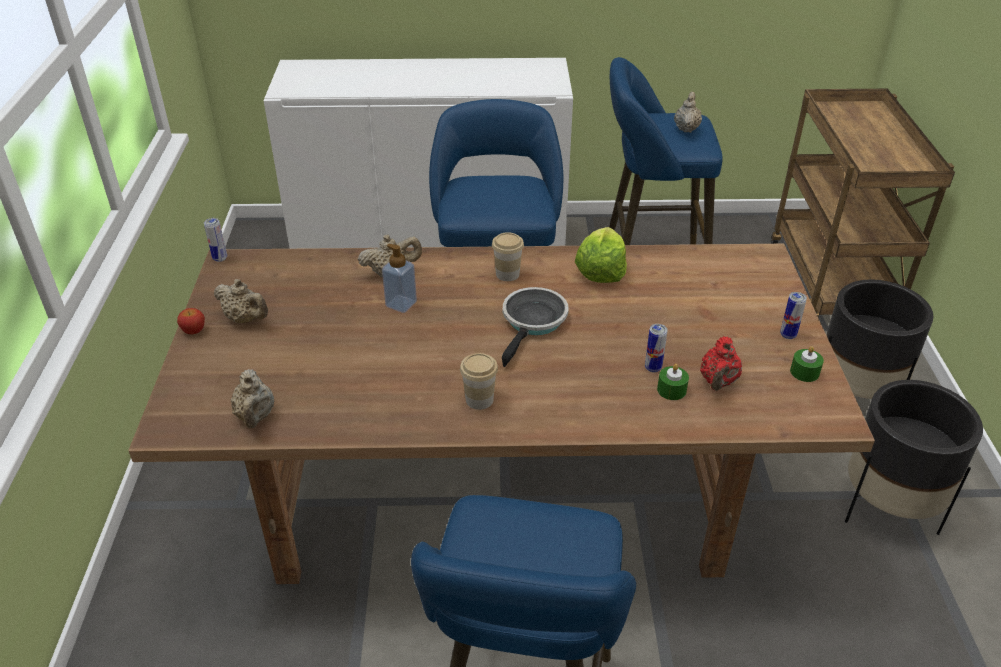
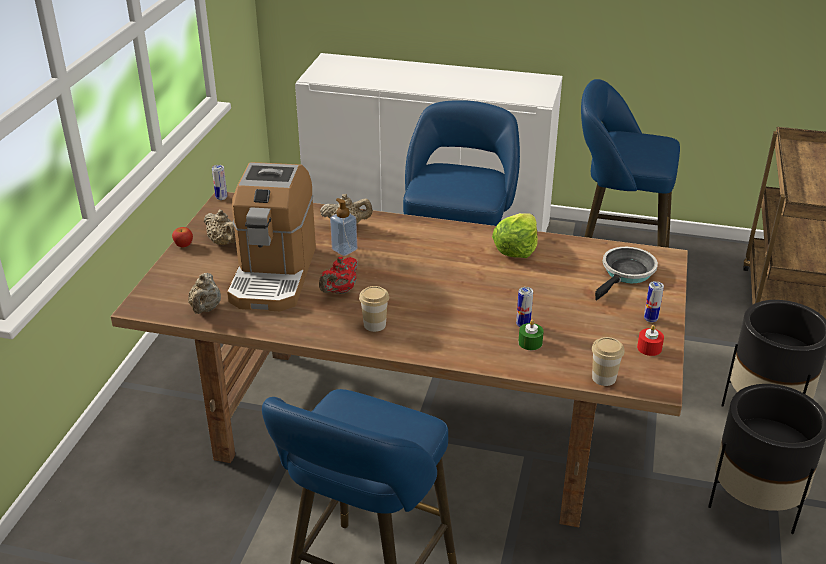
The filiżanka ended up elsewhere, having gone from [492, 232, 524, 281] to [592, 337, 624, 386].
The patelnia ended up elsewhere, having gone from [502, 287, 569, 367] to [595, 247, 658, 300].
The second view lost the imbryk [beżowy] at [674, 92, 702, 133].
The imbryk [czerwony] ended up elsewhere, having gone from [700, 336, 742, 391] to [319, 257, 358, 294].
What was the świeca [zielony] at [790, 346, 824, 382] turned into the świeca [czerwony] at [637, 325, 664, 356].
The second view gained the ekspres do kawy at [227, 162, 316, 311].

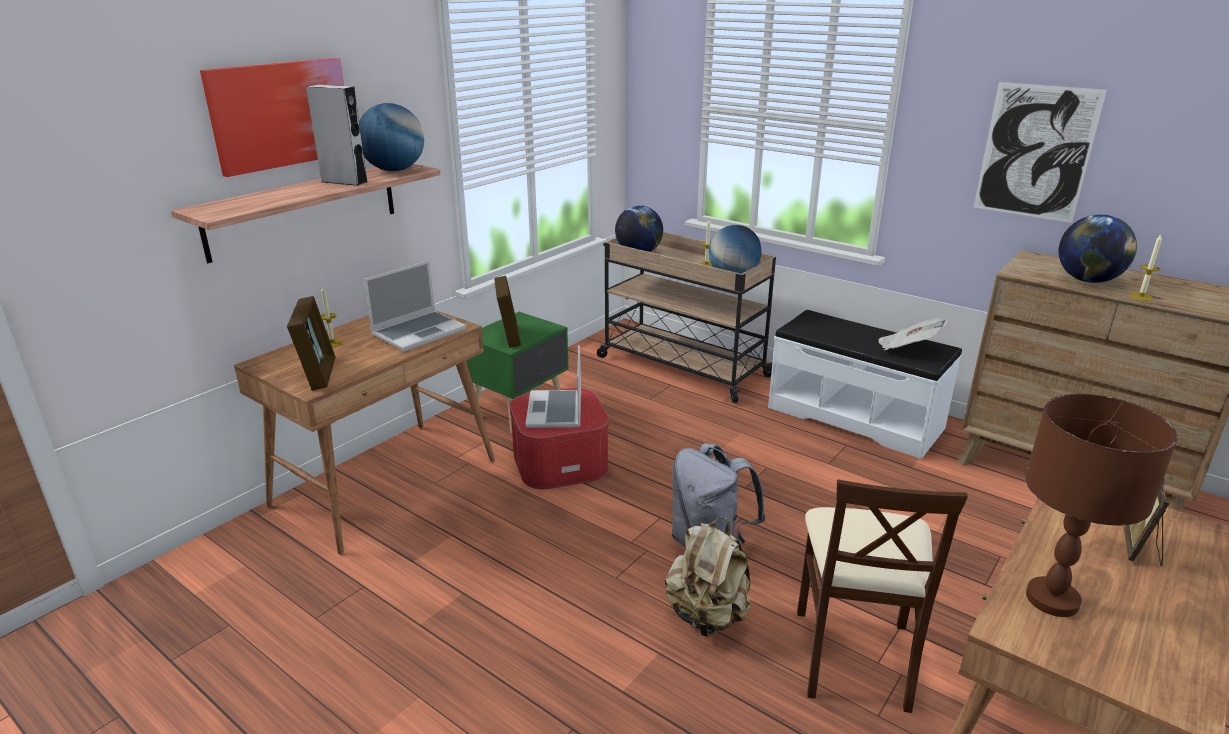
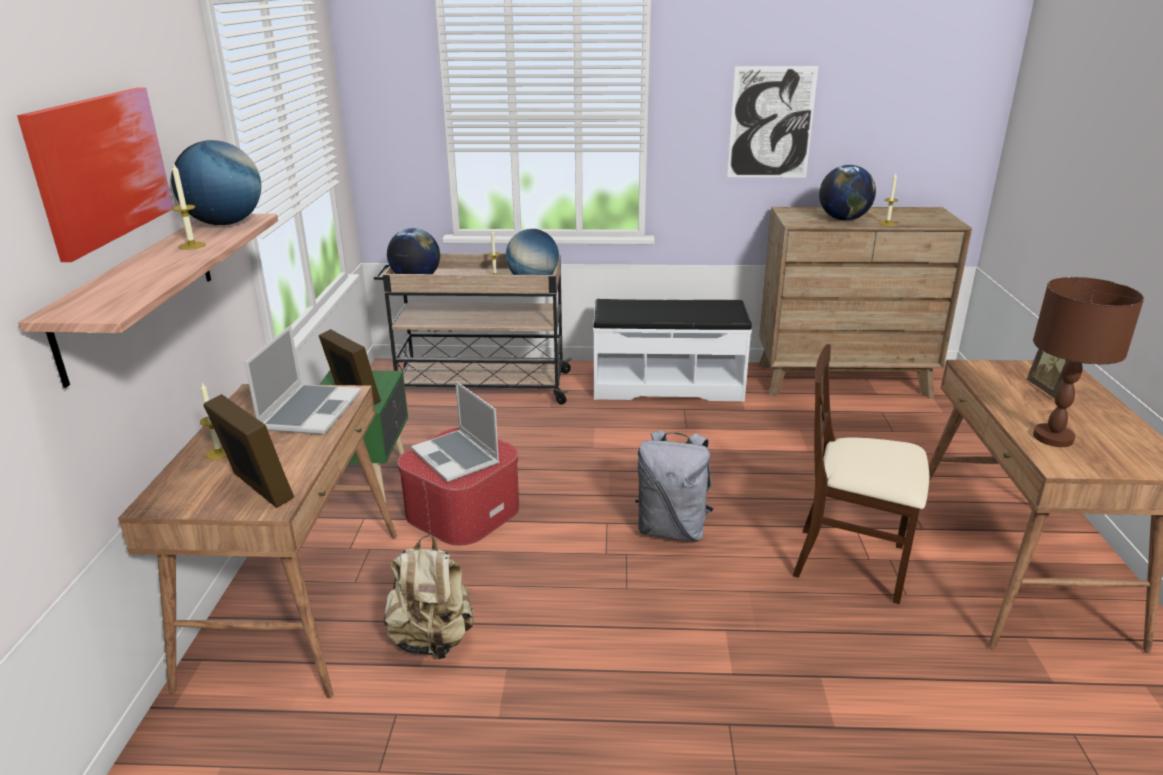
Where the głośnik [szary] stood at [306, 85, 367, 186], the świeca came to stand at [172, 162, 206, 250].
The plecak [beżowy] ended up elsewhere, having gone from [665, 518, 751, 637] to [383, 535, 474, 661].
The krzesło [beżowy] at [797, 479, 968, 713] ended up facing another way, 135 degrees clockwise from before.
The second view lost the gazeta at [879, 318, 948, 350].

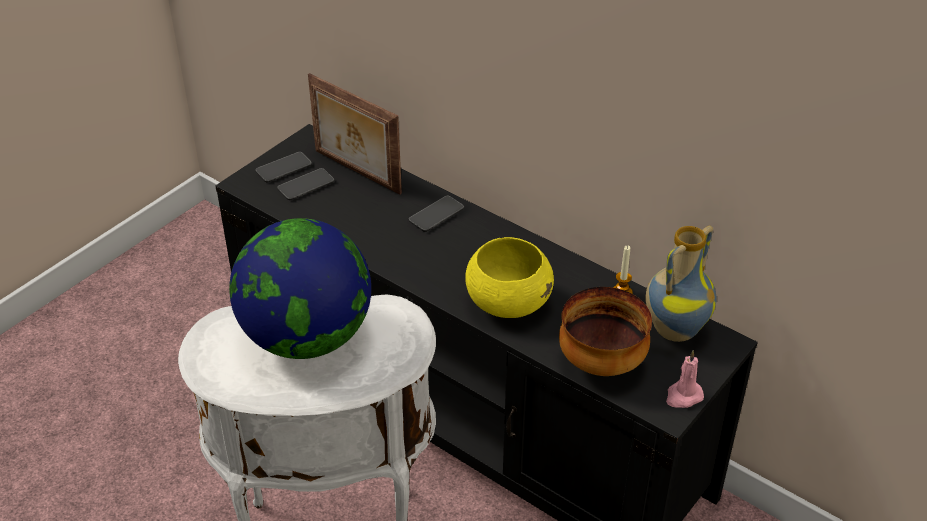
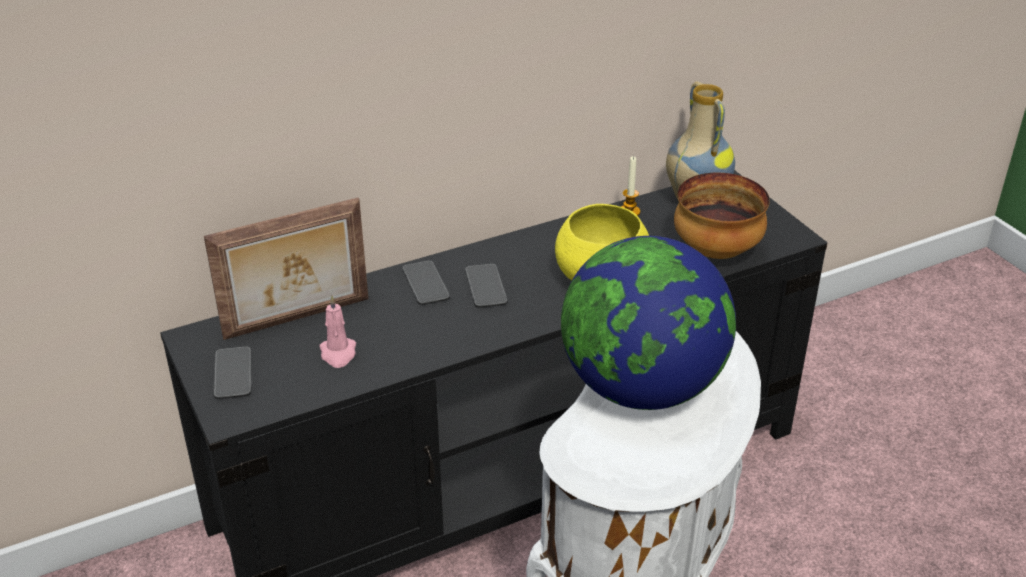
The telefon ended up elsewhere, having gone from [277, 168, 334, 200] to [465, 264, 508, 308].
The świeca [różowy] ended up elsewhere, having gone from [666, 350, 704, 408] to [319, 295, 356, 368].

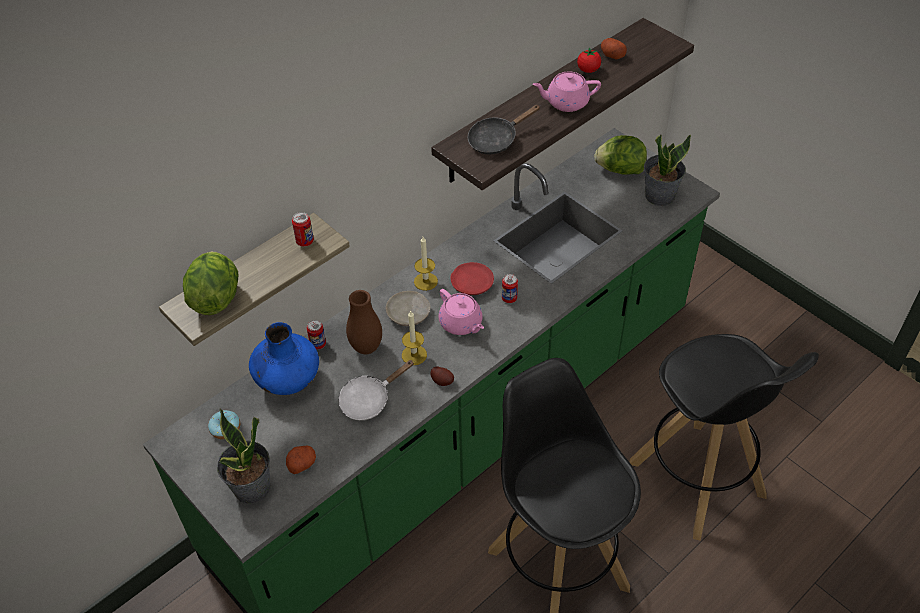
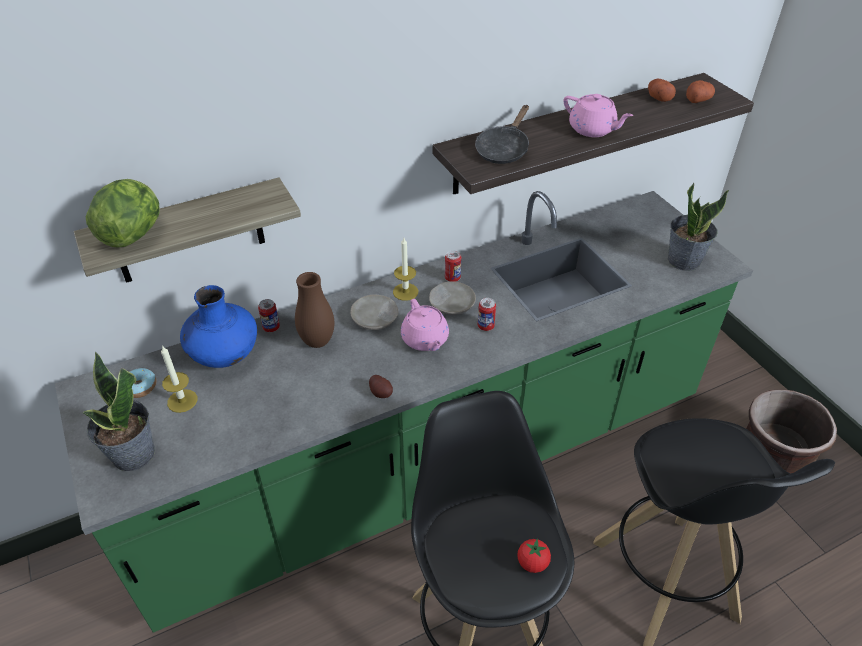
The ziemniak ended up elsewhere, having gone from [286, 446, 316, 474] to [686, 80, 715, 103].
The puszka ended up elsewhere, having gone from [292, 212, 314, 247] to [445, 250, 461, 282].
The second view lost the patelnia [biały] at [338, 360, 414, 420].
The świeca ended up elsewhere, having gone from [402, 310, 427, 365] to [161, 345, 198, 413].
What was the talerz [czerwony] at [451, 262, 494, 295] turned into the talerz [beżowy] at [429, 282, 476, 315].
The patelnia [czarny] at [467, 105, 540, 155] ended up facing another way, 45 degrees counterclockwise from before.
The imbryk [różowy] at [533, 72, 601, 112] ended up facing another way, 150 degrees counterclockwise from before.
The pomidor ended up elsewhere, having gone from [577, 47, 601, 73] to [517, 539, 551, 573].
The second view lost the sałata at [594, 135, 647, 175].
The second view gained the donica [brązowy] at [746, 389, 837, 473].

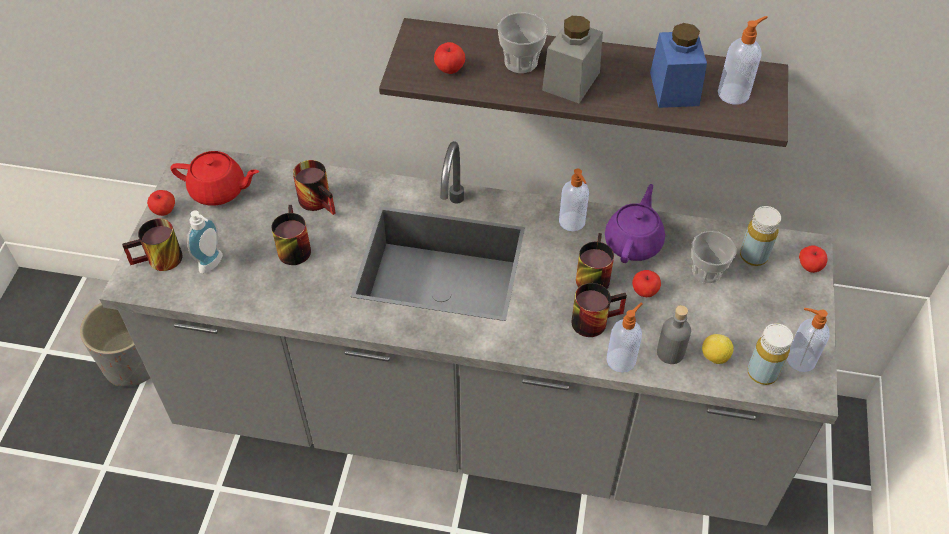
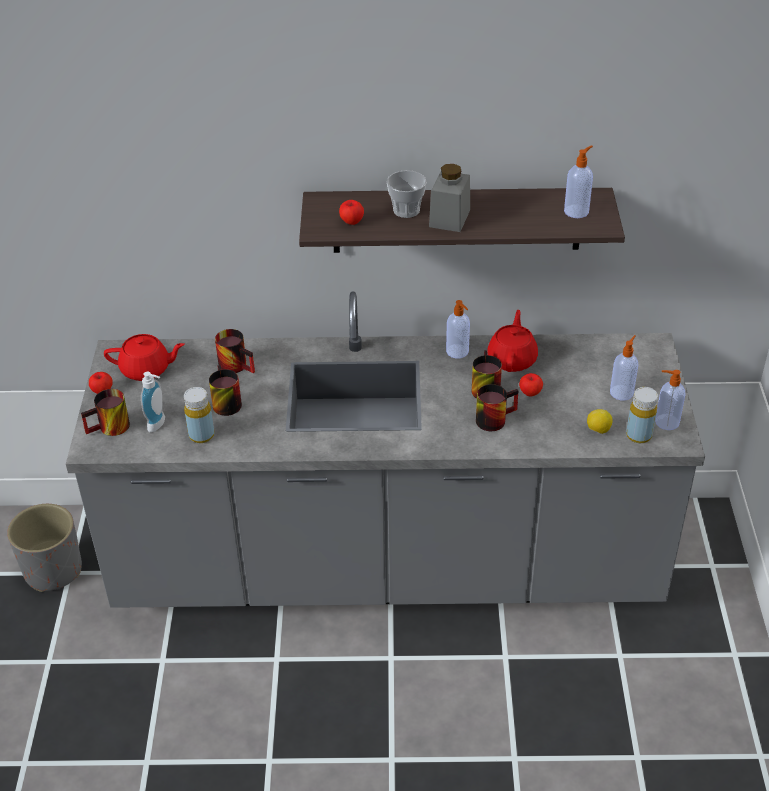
What was the imbryk [fioletowy] at [605, 184, 665, 263] turned into the imbryk [czerwony] at [488, 310, 538, 372].
The dozownik mydła ended up elsewhere, having gone from [607, 302, 643, 372] to [610, 335, 638, 401].
The second view lost the słoik [niebieski] at [650, 23, 707, 108].
The second view lost the butelka [szary] at [657, 305, 691, 364].
The second view lost the filiżanka at [691, 231, 736, 283].
The butelka [żółty] ended up elsewhere, having gone from [740, 206, 781, 266] to [184, 387, 214, 443].
The second view lost the jabłko at [799, 245, 828, 273].

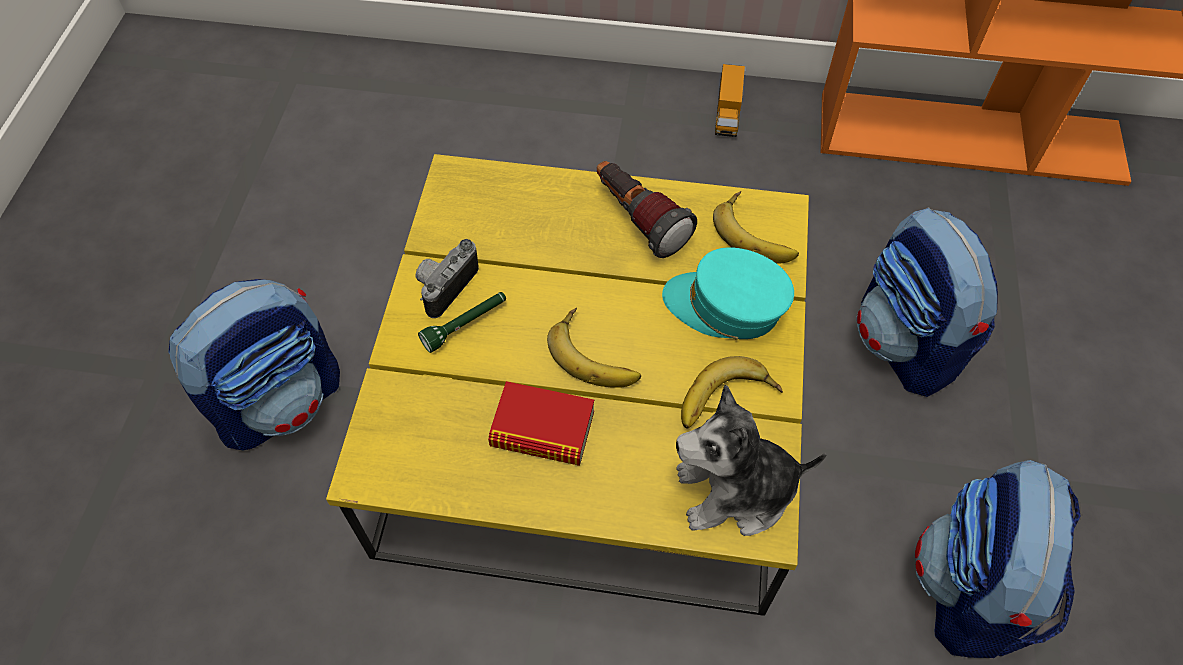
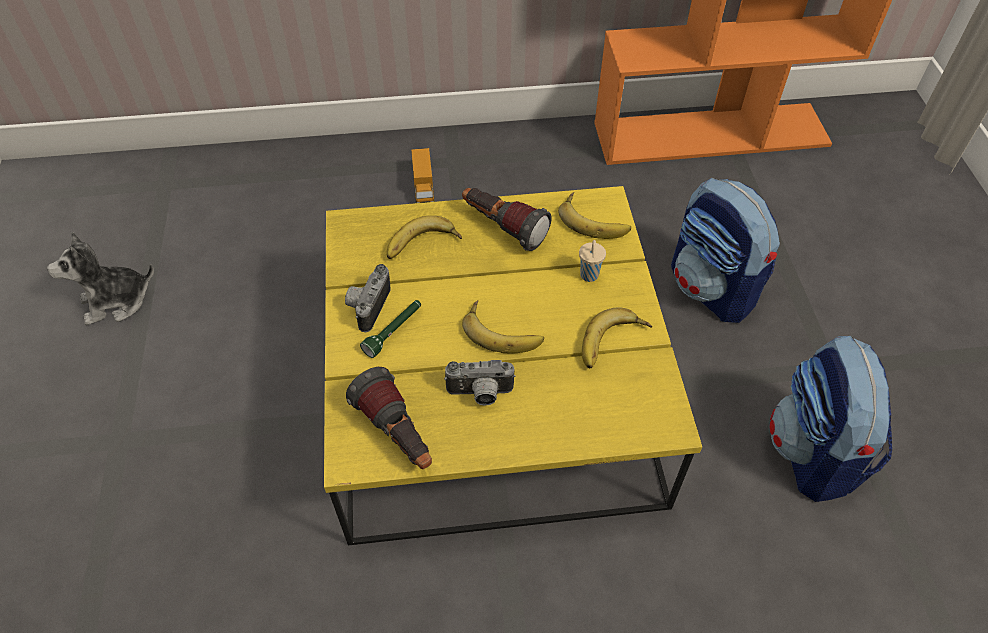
The second view lost the plecak at [168, 279, 340, 450].
Where the książka stood at [488, 381, 594, 466], the aparat fotograficzny came to stand at [444, 360, 516, 406].
Where the czapka z daszkiem [turkusowy] stood at [662, 247, 794, 340], the filiżanka [beżowy] came to stand at [579, 240, 606, 282].
The pluszak ended up elsewhere, having gone from [676, 385, 827, 536] to [47, 232, 154, 325].
The ciężarówka zabawkowa ended up elsewhere, having gone from [715, 64, 745, 137] to [411, 148, 434, 203].
The second view gained the latarka at [346, 367, 432, 469].
The second view gained the banan at [387, 216, 462, 259].

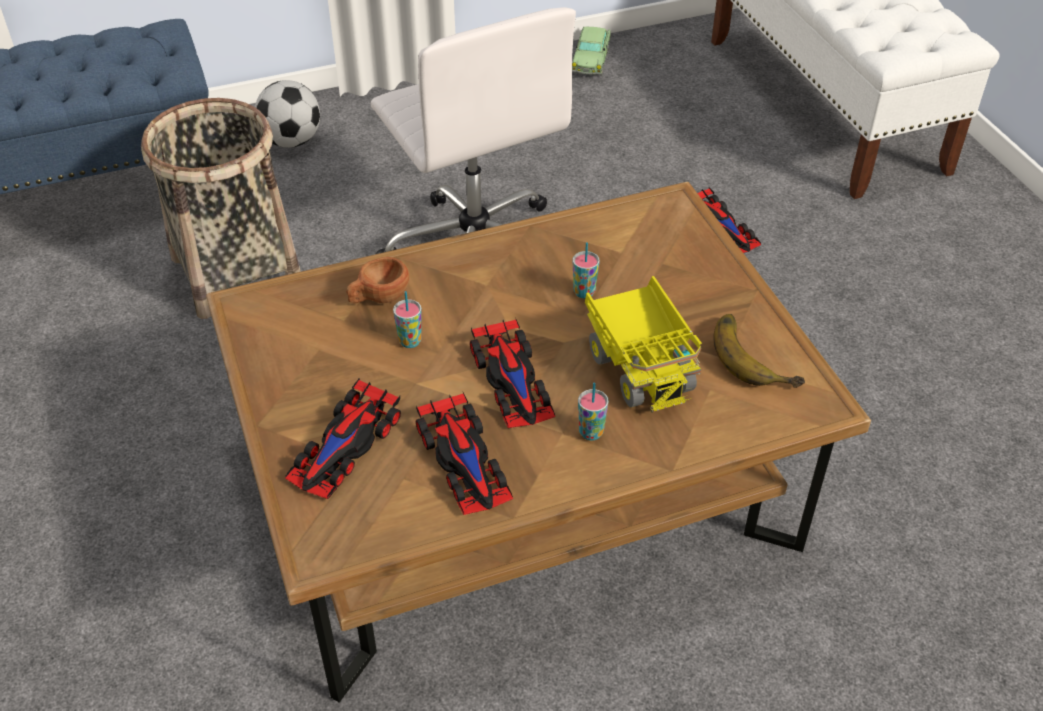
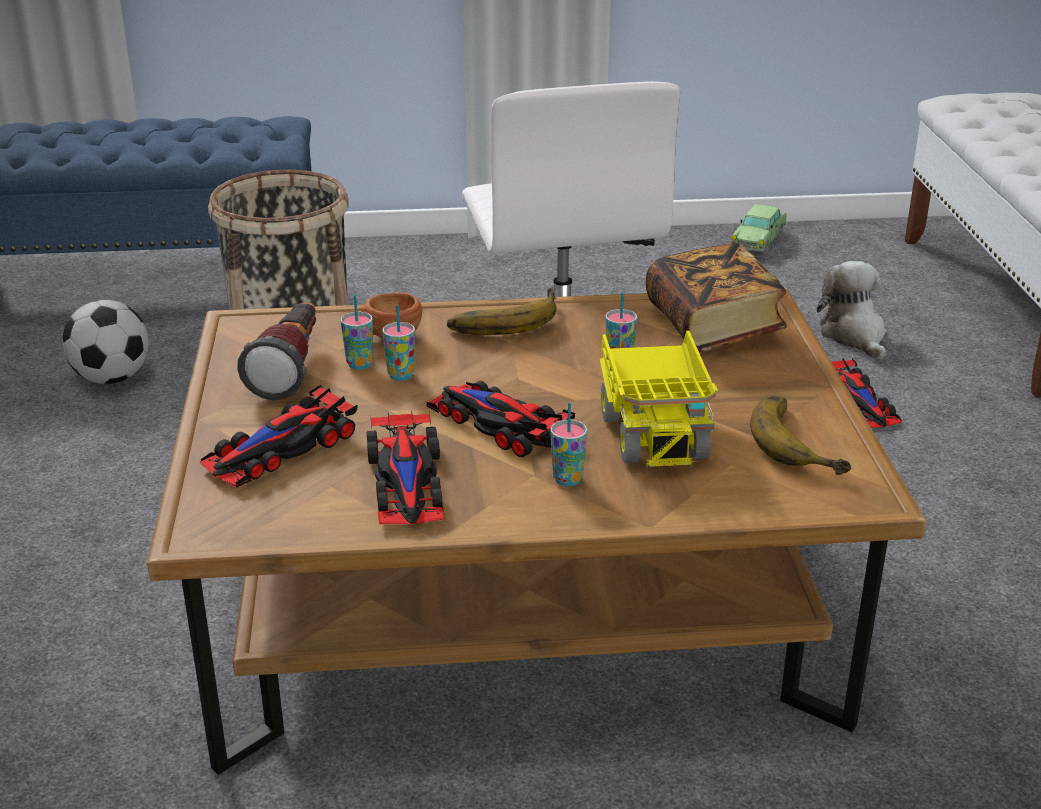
The piłka futbolowa ended up elsewhere, having gone from [255, 80, 320, 148] to [62, 300, 148, 384].
The samochodzik at [470, 320, 556, 428] ended up facing another way, 135 degrees clockwise from before.
The second view gained the latarka at [237, 303, 316, 400].
The second view gained the filiżanka at [340, 295, 373, 370].
The second view gained the banan at [447, 287, 557, 335].
The second view gained the książka at [646, 243, 787, 352].
The second view gained the pluszak at [817, 261, 886, 360].

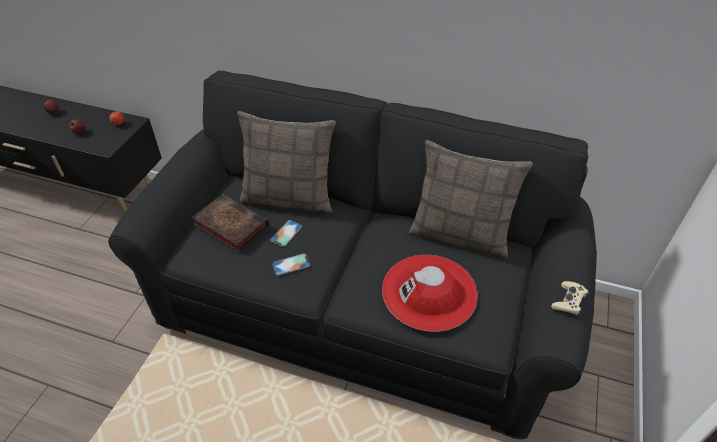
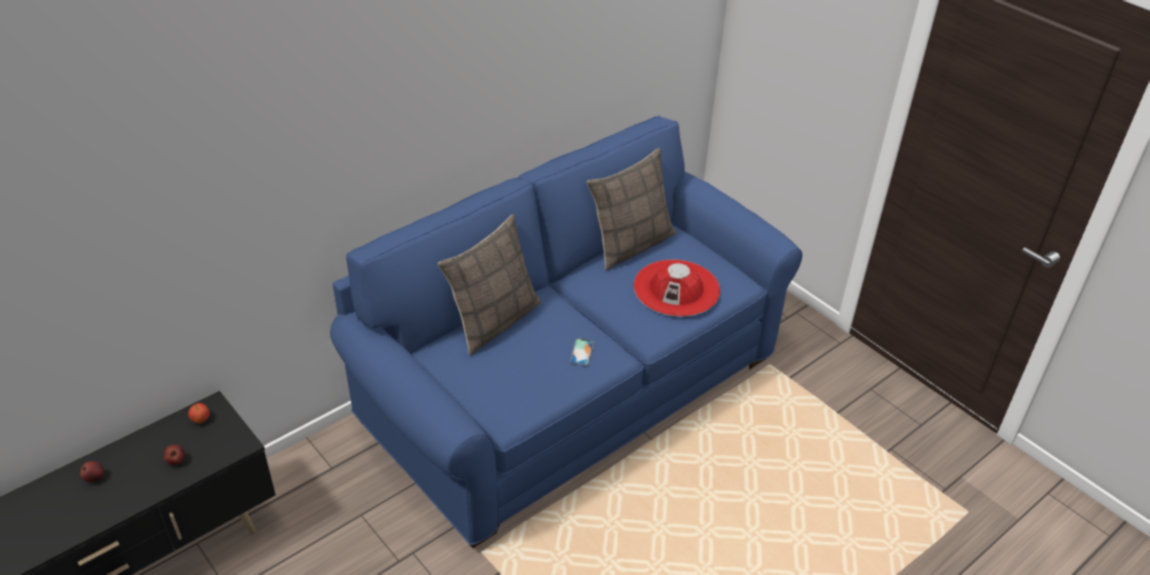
What was the kanapa [czarny] at [108, 71, 597, 439] turned into the kanapa [niebieski] at [330, 115, 802, 548].
The second view lost the książka at [191, 194, 269, 252].
The second view lost the telefon at [270, 220, 302, 247].
The second view lost the pad do gier [beżowy] at [551, 281, 589, 315].

